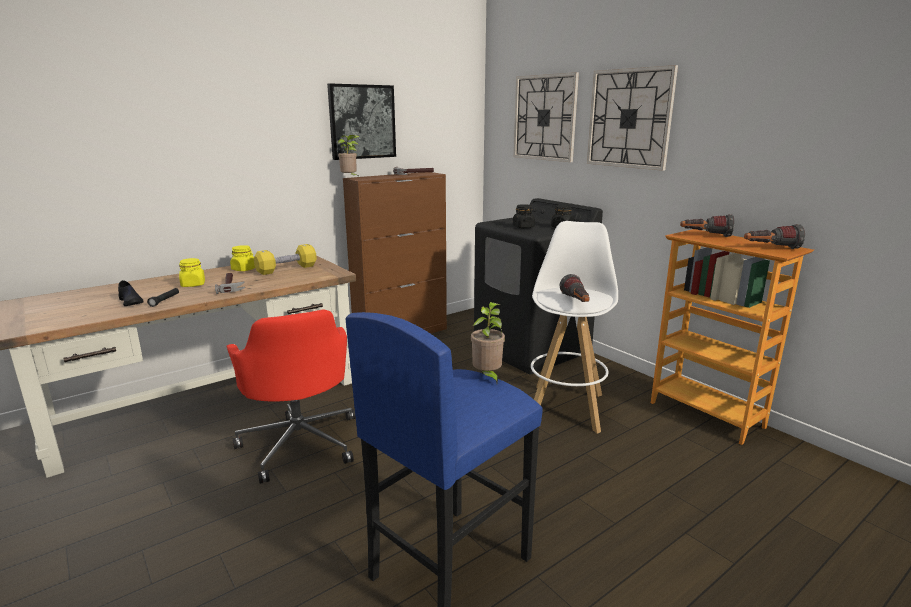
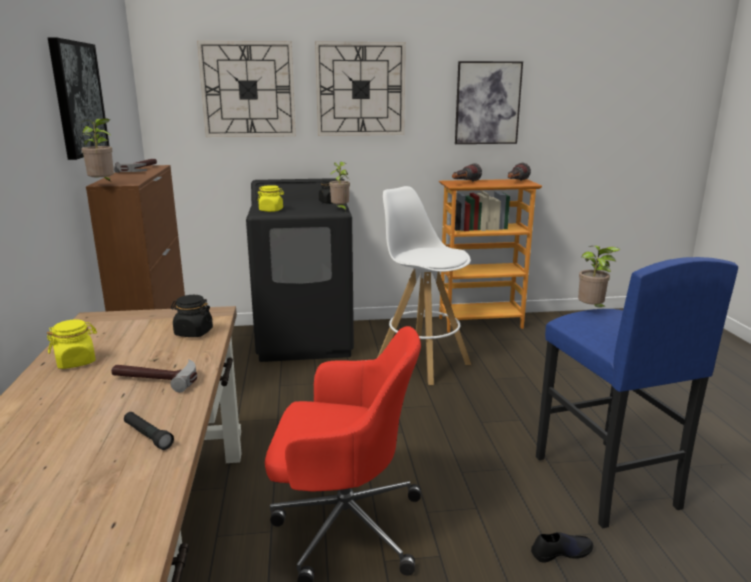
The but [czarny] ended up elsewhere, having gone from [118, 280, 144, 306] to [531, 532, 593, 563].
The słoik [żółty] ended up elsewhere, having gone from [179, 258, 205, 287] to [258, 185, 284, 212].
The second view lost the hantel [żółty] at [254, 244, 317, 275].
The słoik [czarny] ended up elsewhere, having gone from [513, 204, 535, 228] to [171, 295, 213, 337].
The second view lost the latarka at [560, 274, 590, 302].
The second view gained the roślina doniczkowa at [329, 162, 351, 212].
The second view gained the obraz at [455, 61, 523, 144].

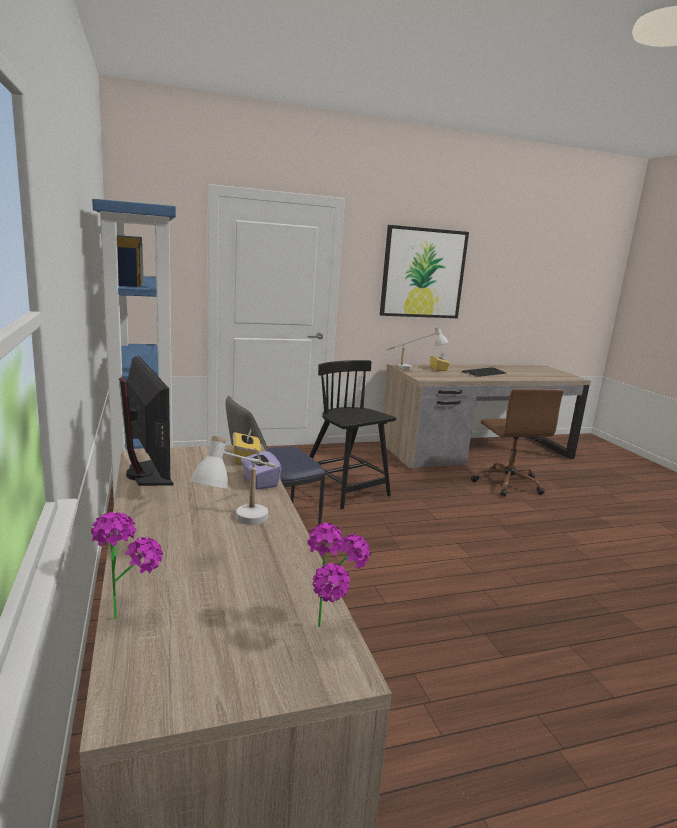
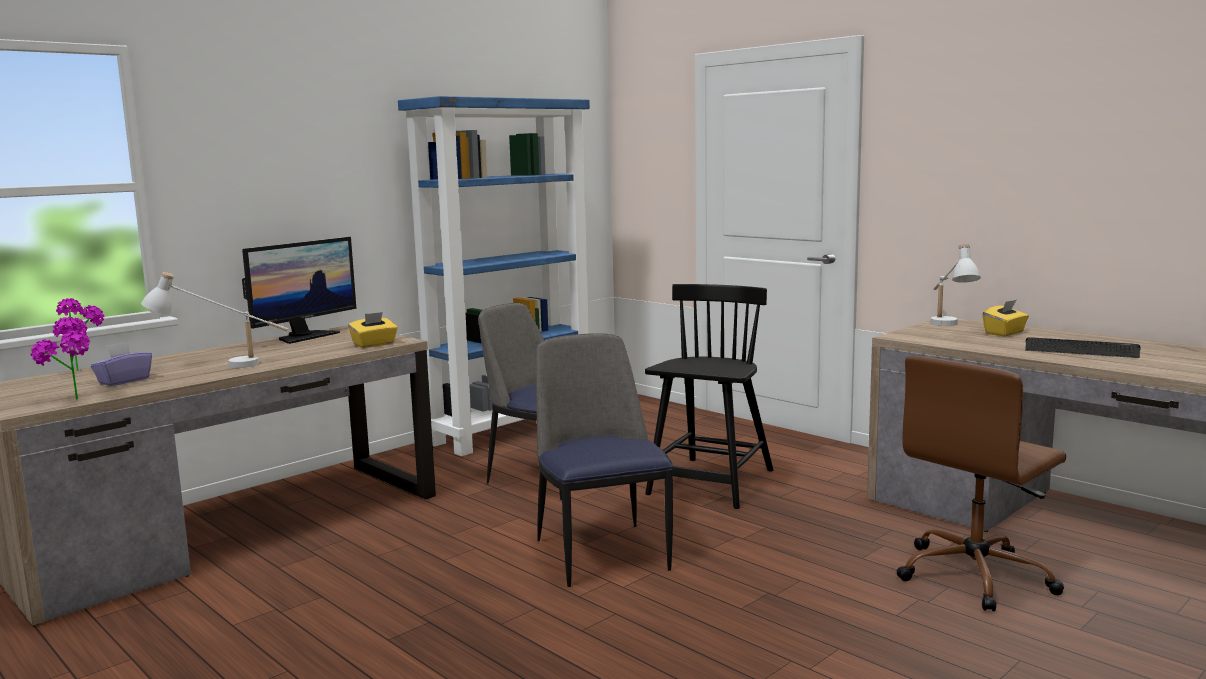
The pudełko chusteczek [fioletowy] ended up elsewhere, having gone from [241, 448, 282, 489] to [91, 341, 152, 386].
The second view lost the obraz at [380, 225, 469, 318].
The second view gained the krzesło at [536, 333, 673, 587].

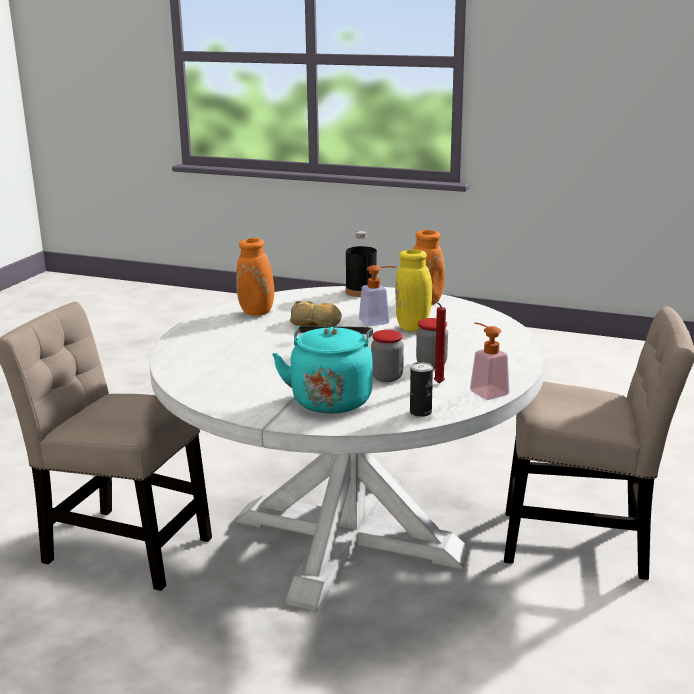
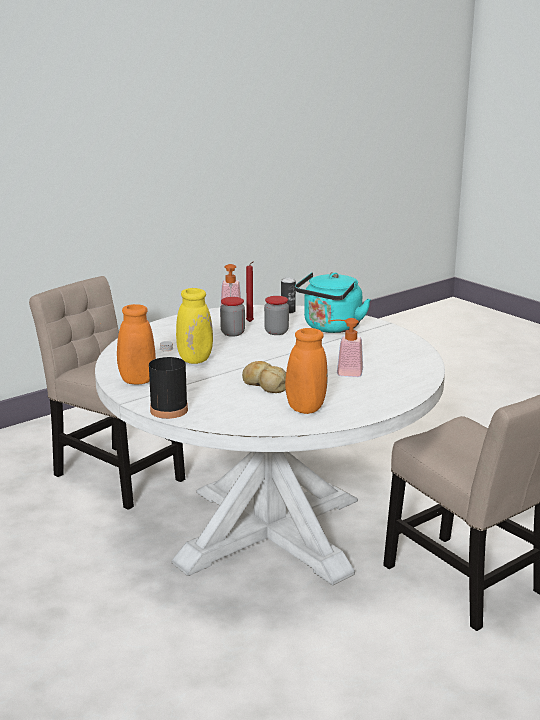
The dozownik mydła ended up elsewhere, having gone from [359, 265, 397, 326] to [328, 318, 363, 377].

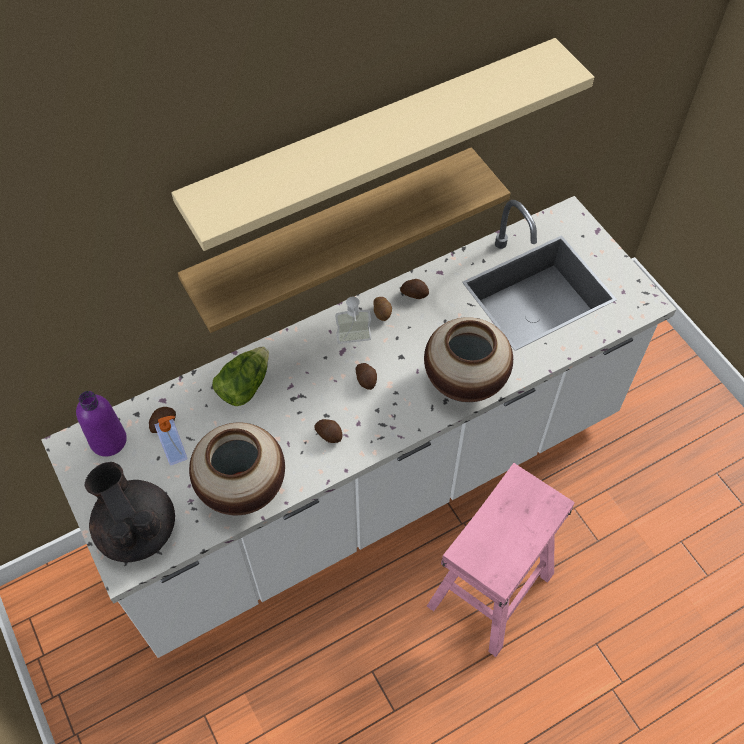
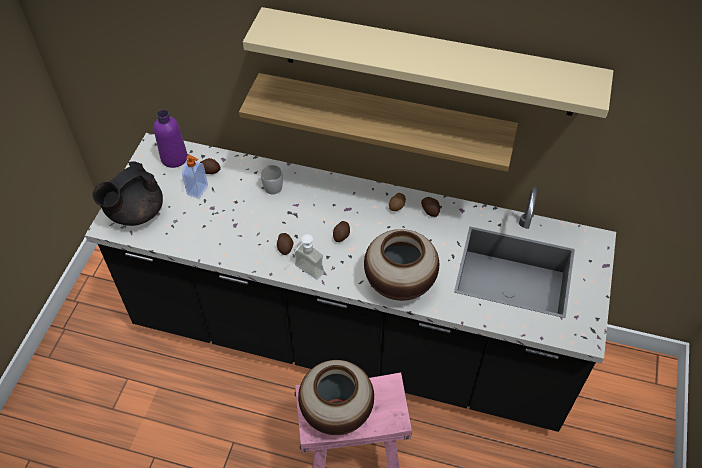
What was the zabudowa kuchenna [biały] at [41, 196, 677, 658] turned into the zabudowa kuchenna [czarny] at [85, 133, 616, 432].
The imbryk [czarny] at [85, 462, 175, 562] ended up facing another way, 150 degrees counterclockwise from before.
The wazon ended up elsewhere, having gone from [189, 423, 285, 515] to [298, 360, 374, 435].
Where the sałata stood at [212, 347, 269, 406], the kubek [biały] came to stand at [261, 164, 283, 194].
The dozownik mydła ended up elsewhere, having gone from [335, 297, 371, 344] to [293, 234, 324, 279].

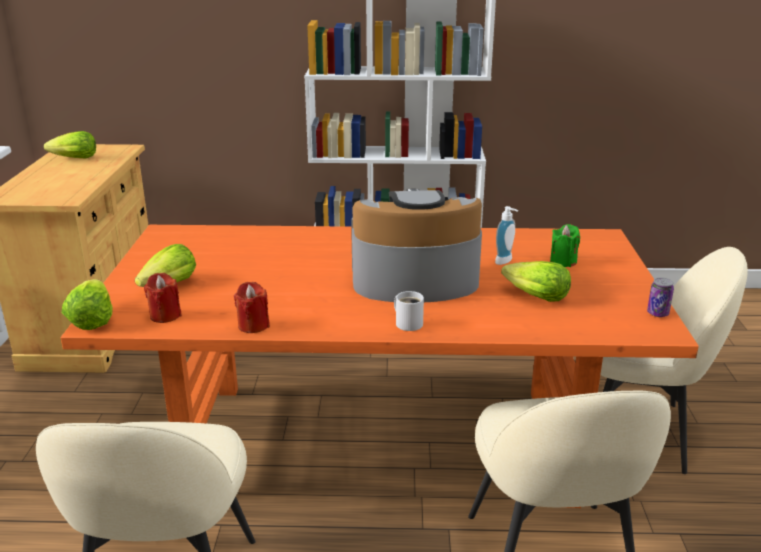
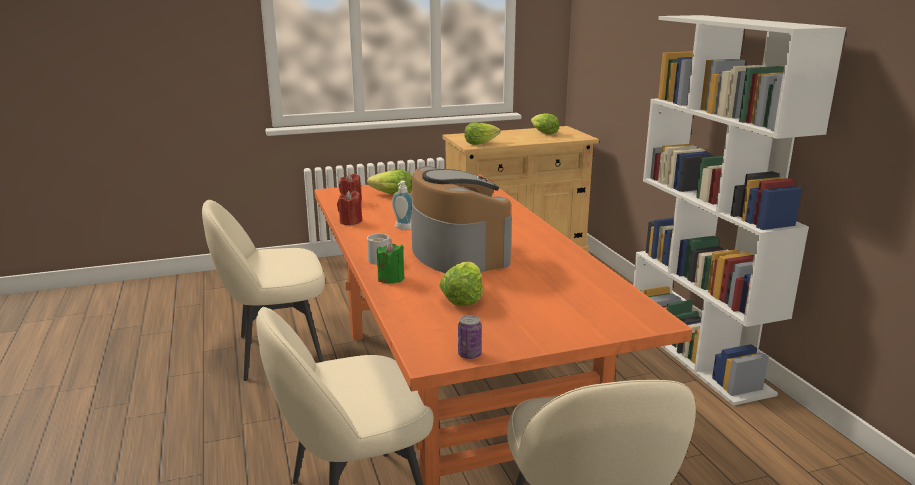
The sałata ended up elsewhere, having gone from [62, 279, 113, 330] to [464, 122, 500, 145].
The dozownik mydła ended up elsewhere, having gone from [495, 206, 518, 265] to [392, 181, 412, 230].
The świeca [zielony] ended up elsewhere, having gone from [550, 224, 580, 267] to [377, 242, 404, 284].

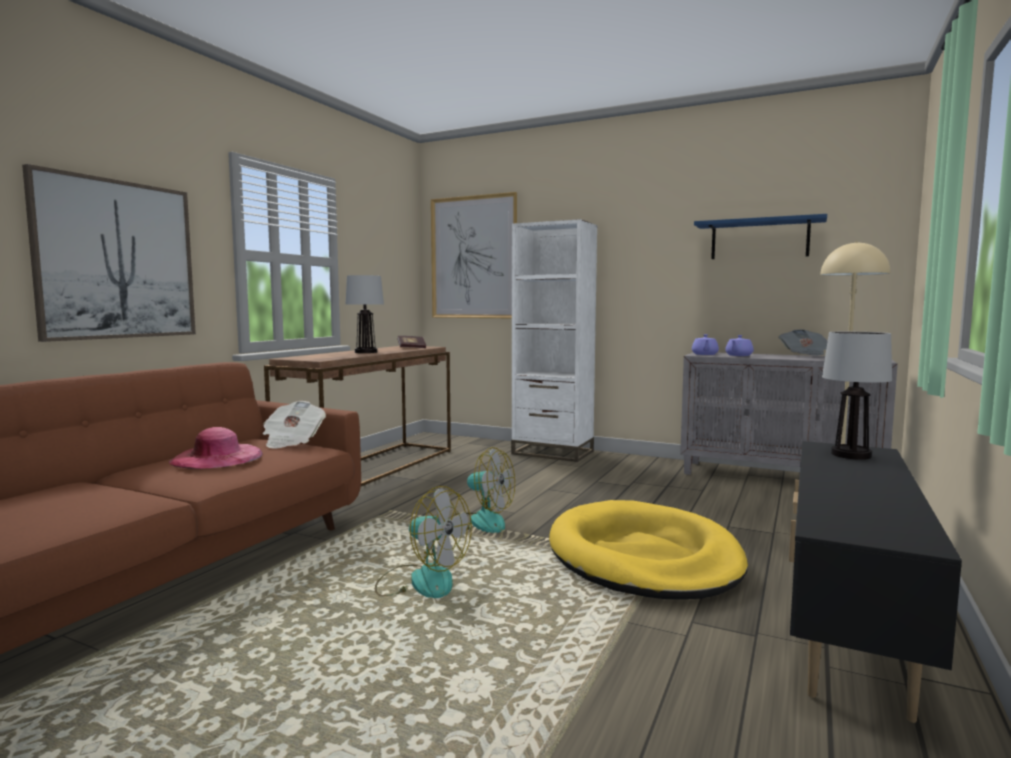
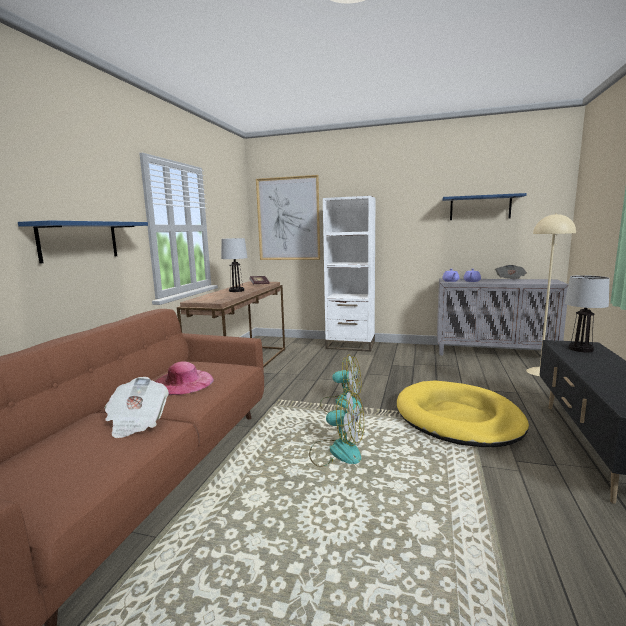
Where the obraz hung at [22, 164, 196, 342], the półka [niebieski] came to hang at [18, 220, 148, 264].
The gazeta ended up elsewhere, having gone from [263, 401, 326, 449] to [104, 377, 169, 438].

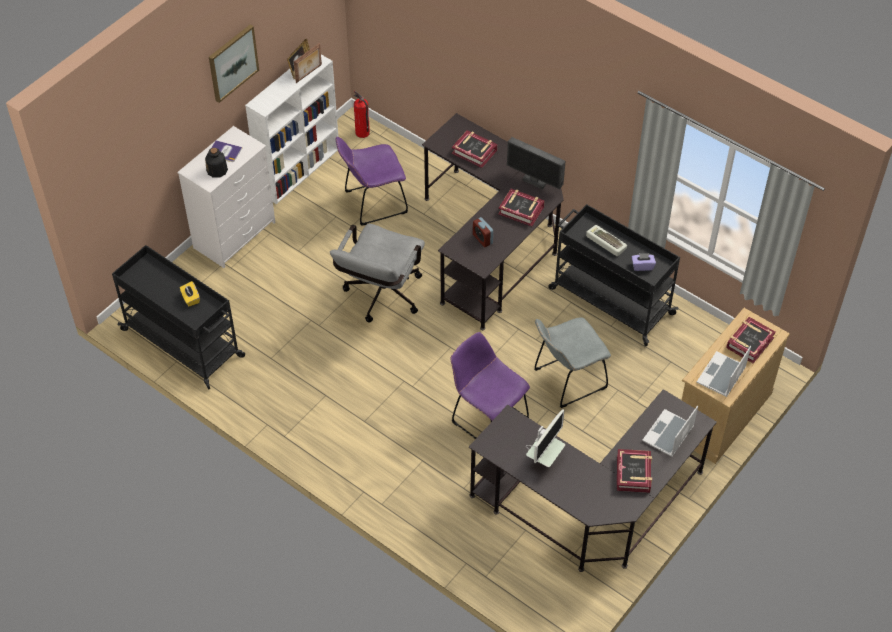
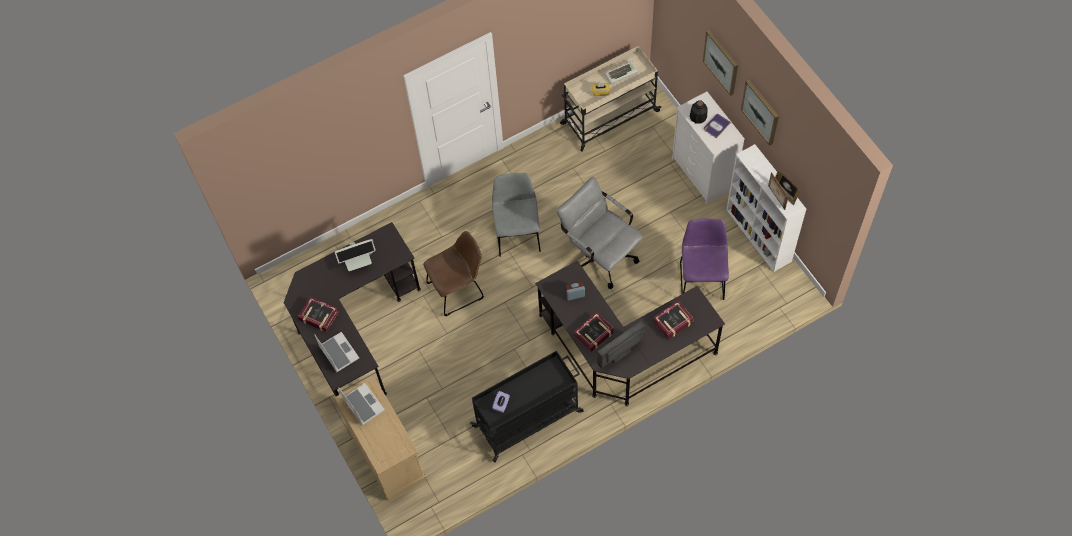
What was the wózek [czarny] at [112, 245, 245, 390] turned into the wózek [beżowy] at [560, 46, 661, 152].
The second view lost the gaśnica at [354, 91, 370, 138].
What was the krzesło [fioletowy] at [451, 332, 530, 439] turned into the krzesło [brązowy] at [423, 231, 484, 316].
The monitor at [526, 409, 565, 467] ended up facing another way, 75 degrees counterclockwise from before.
The krzesło [szary] ended up elsewhere, having gone from [534, 317, 611, 408] to [492, 173, 541, 257].
The klawiatura ended up elsewhere, having gone from [586, 225, 627, 256] to [605, 61, 638, 84].
The second view lost the książka at [726, 317, 776, 363].
The second view gained the obraz at [703, 30, 738, 96].

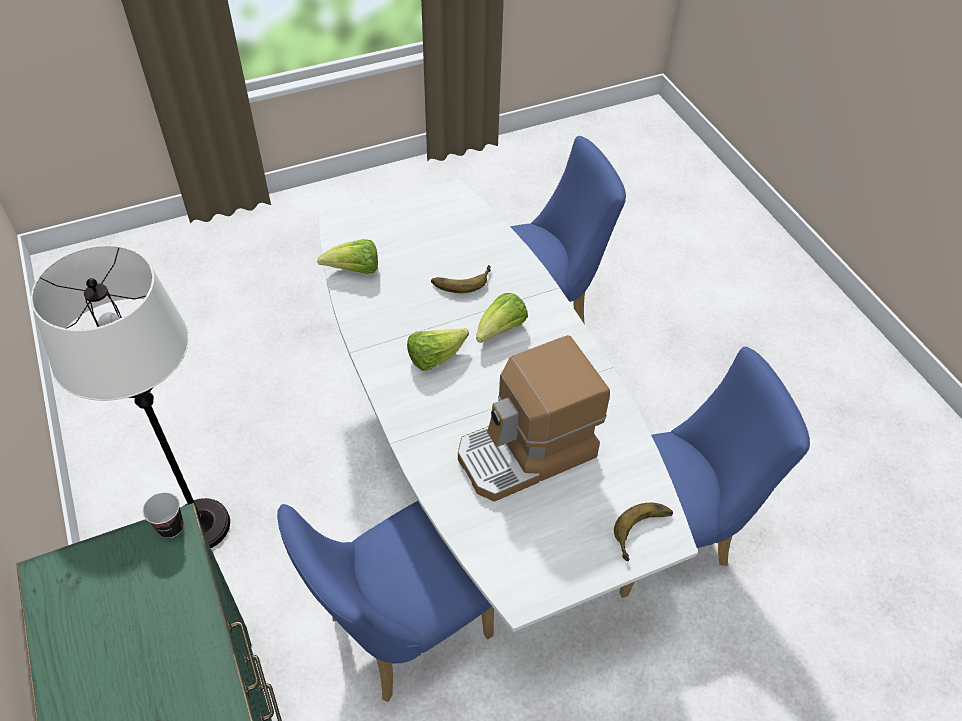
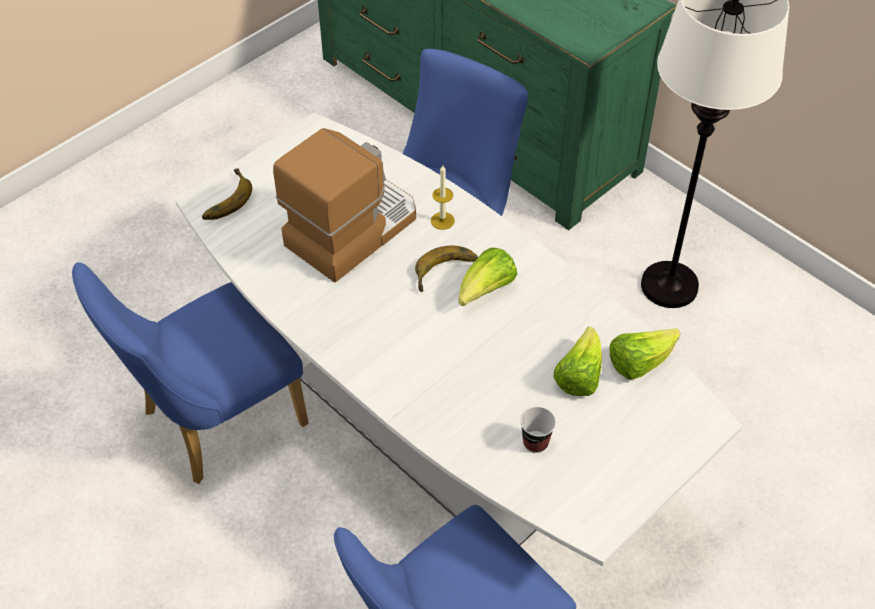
The filiżanka ended up elsewhere, having gone from [143, 492, 184, 538] to [520, 407, 556, 453].
The banan ended up elsewhere, having gone from [431, 265, 491, 293] to [415, 245, 478, 292].
The sałata ended up elsewhere, having gone from [476, 293, 528, 343] to [554, 327, 602, 396].
The second view gained the świeca at [431, 165, 455, 230].

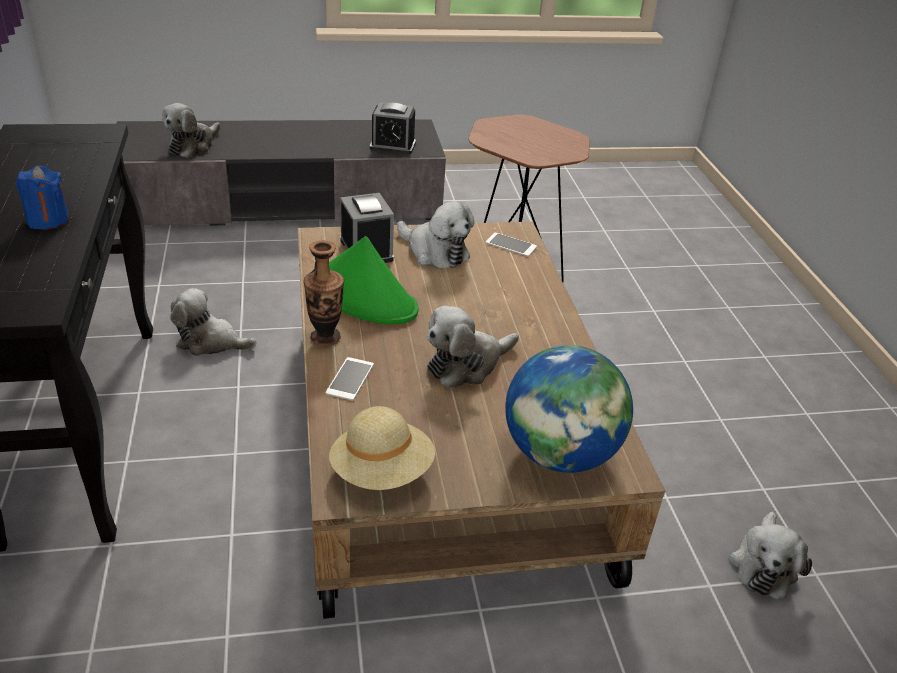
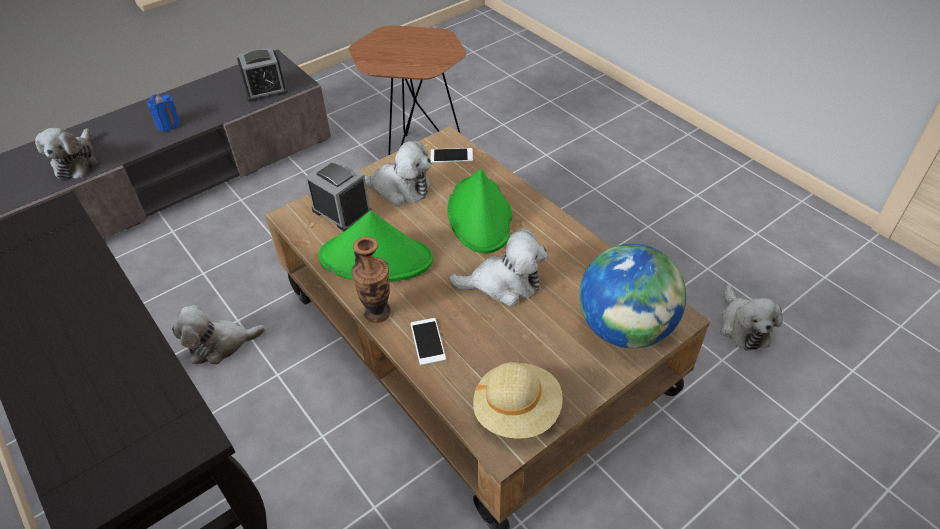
The świeca [niebieski] ended up elsewhere, having gone from [16, 166, 70, 230] to [147, 94, 180, 132].
The pluszak at [427, 306, 519, 388] ended up facing another way, 120 degrees counterclockwise from before.
The second view gained the kapelusz [zielony] at [447, 169, 512, 253].

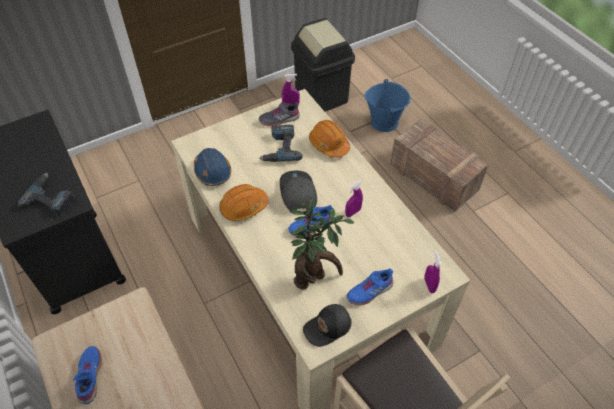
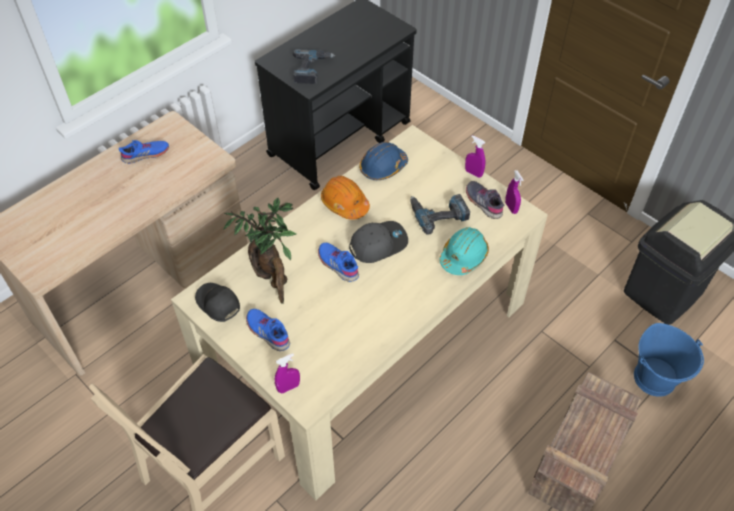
What was the kask [pomarańczowy] at [309, 120, 350, 158] turned into the kask [turkusowy] at [439, 227, 489, 275].
The spryskiwacz [fioletowy] ended up elsewhere, having gone from [345, 181, 363, 217] to [465, 135, 485, 178].

